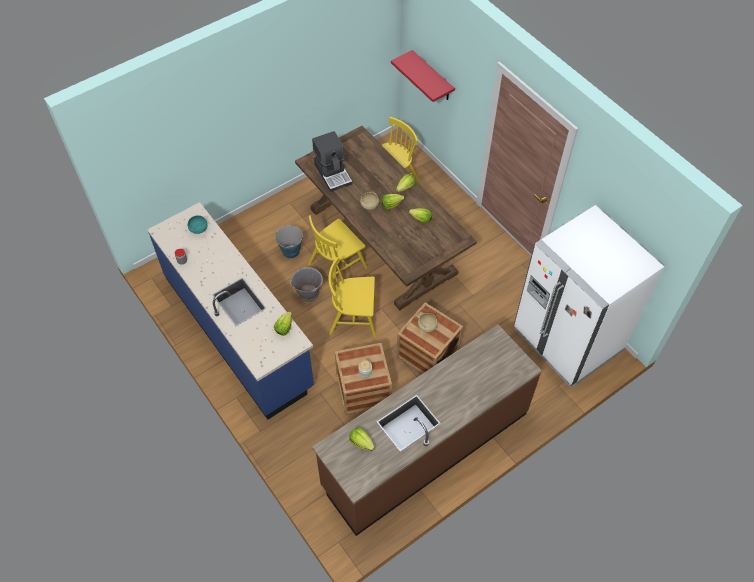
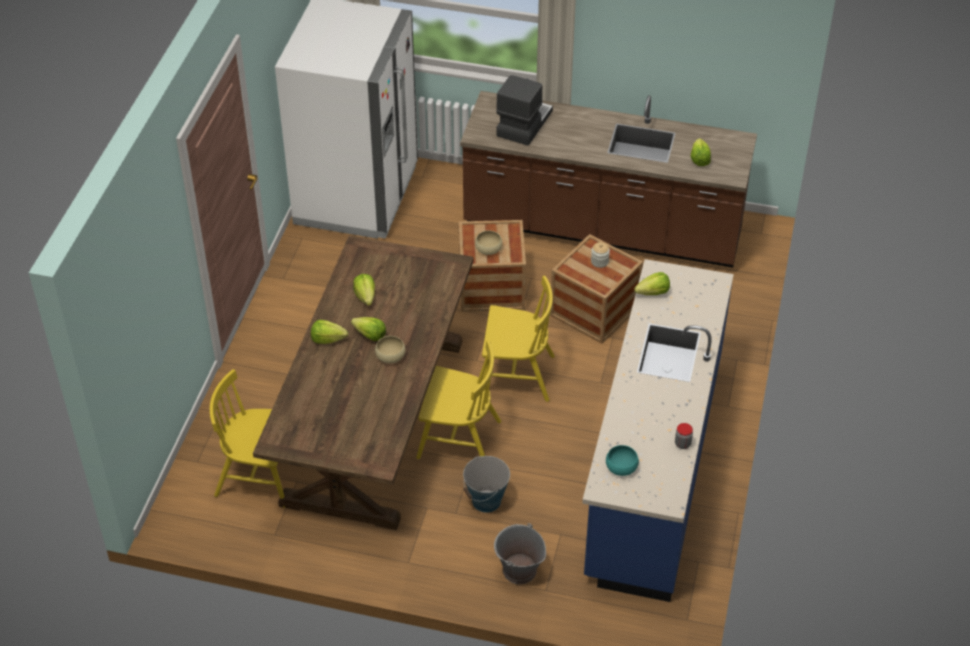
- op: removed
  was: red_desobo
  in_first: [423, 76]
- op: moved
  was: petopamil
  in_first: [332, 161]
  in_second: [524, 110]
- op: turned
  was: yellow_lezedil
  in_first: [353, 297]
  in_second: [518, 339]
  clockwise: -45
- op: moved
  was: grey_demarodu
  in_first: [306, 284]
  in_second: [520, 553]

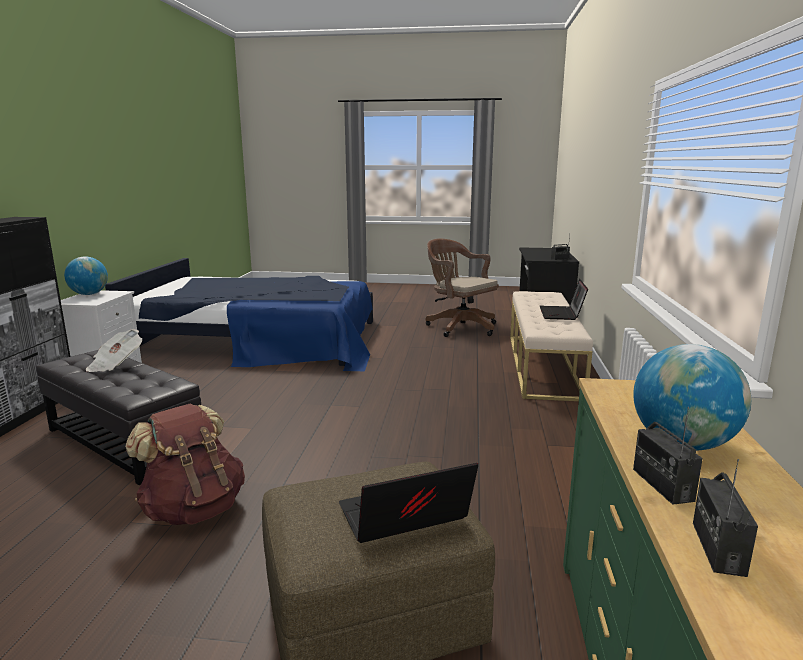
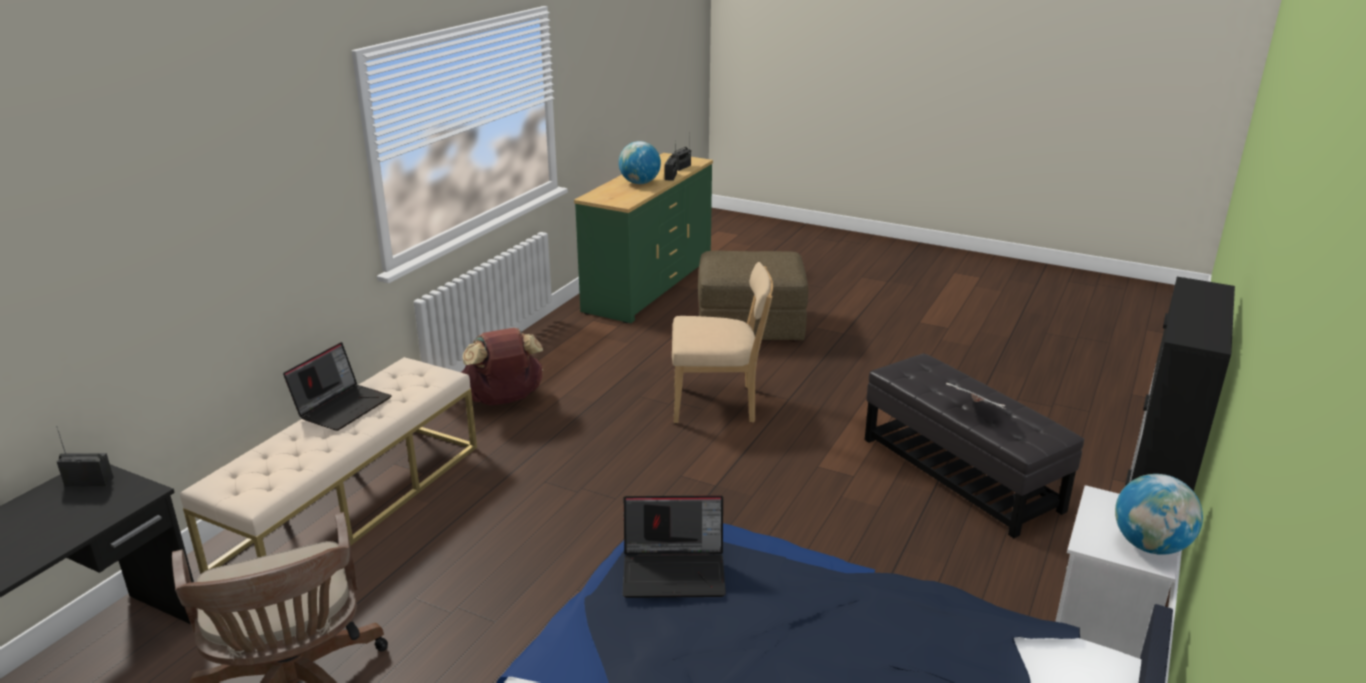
- op: moved
  was: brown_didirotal
  in_first: [185, 464]
  in_second: [502, 366]
- op: moved
  was: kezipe
  in_first: [408, 503]
  in_second: [674, 546]
- op: added
  now: beige_lezedil
  in_second: [722, 342]

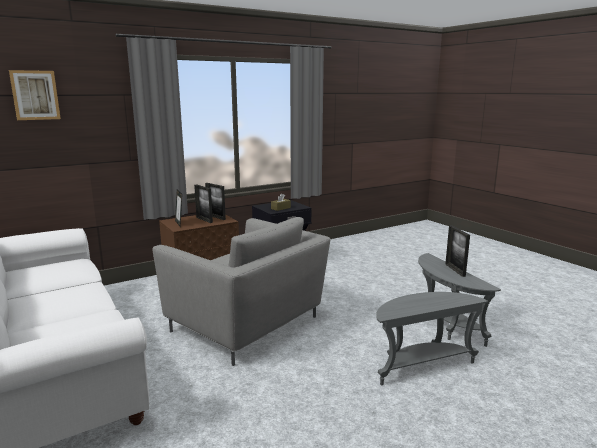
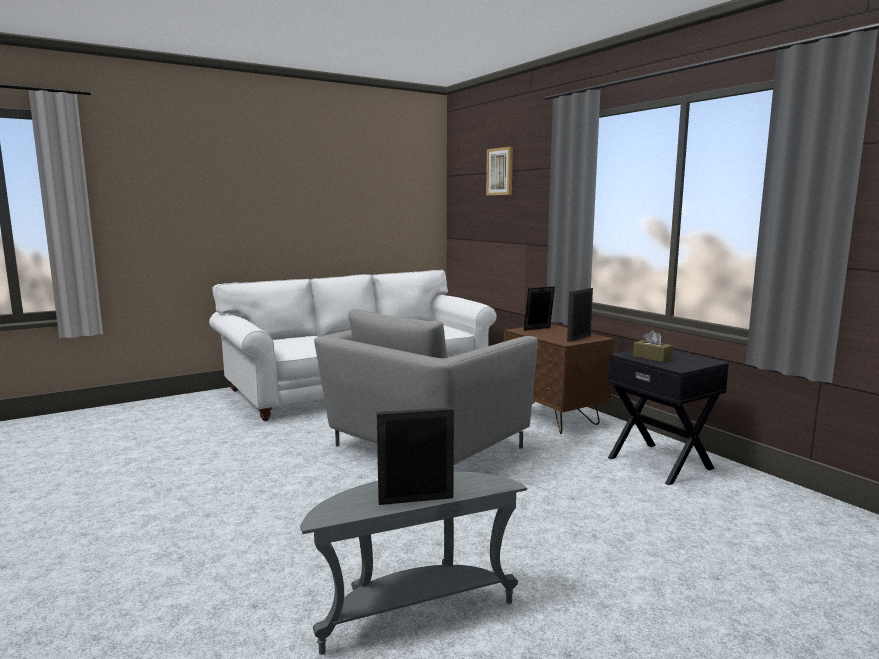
- op: removed
  was: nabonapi
  in_first: [203, 203]
- op: removed
  was: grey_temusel
  in_first: [432, 338]

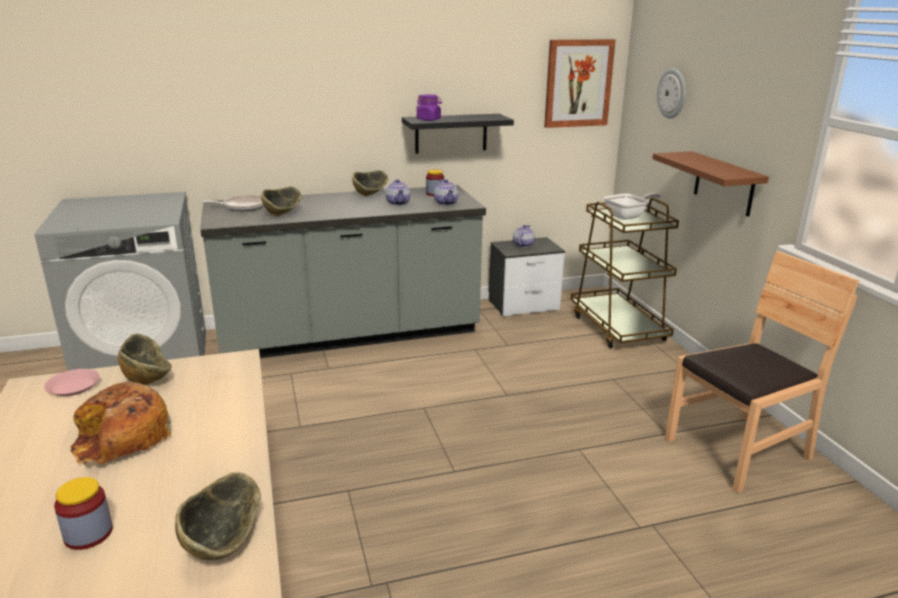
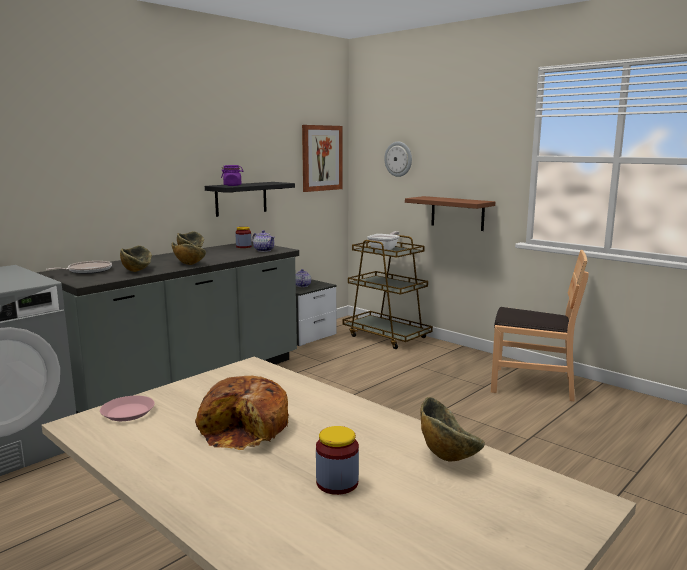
- op: removed
  was: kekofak
  in_first: [397, 192]
- op: turned
  was: brown_lezedil
  in_first: [762, 372]
  in_second: [540, 325]
  clockwise: 75
- op: moved
  was: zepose
  in_first: [145, 359]
  in_second: [188, 253]

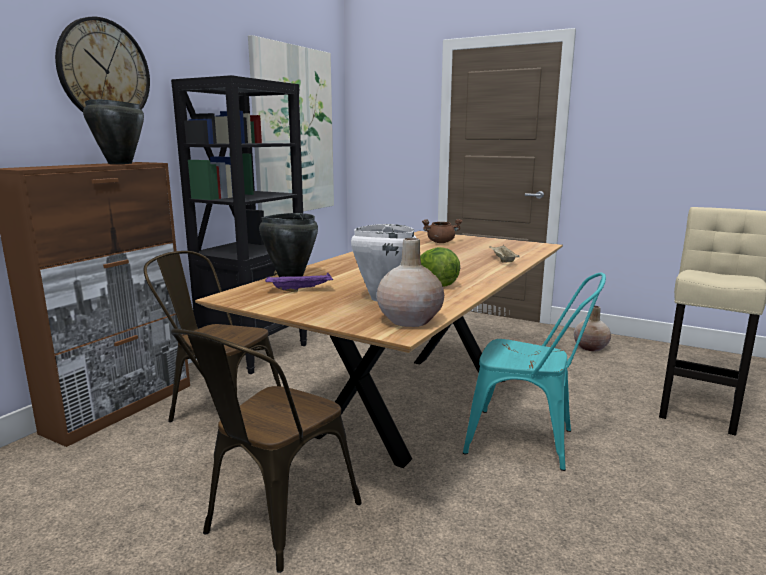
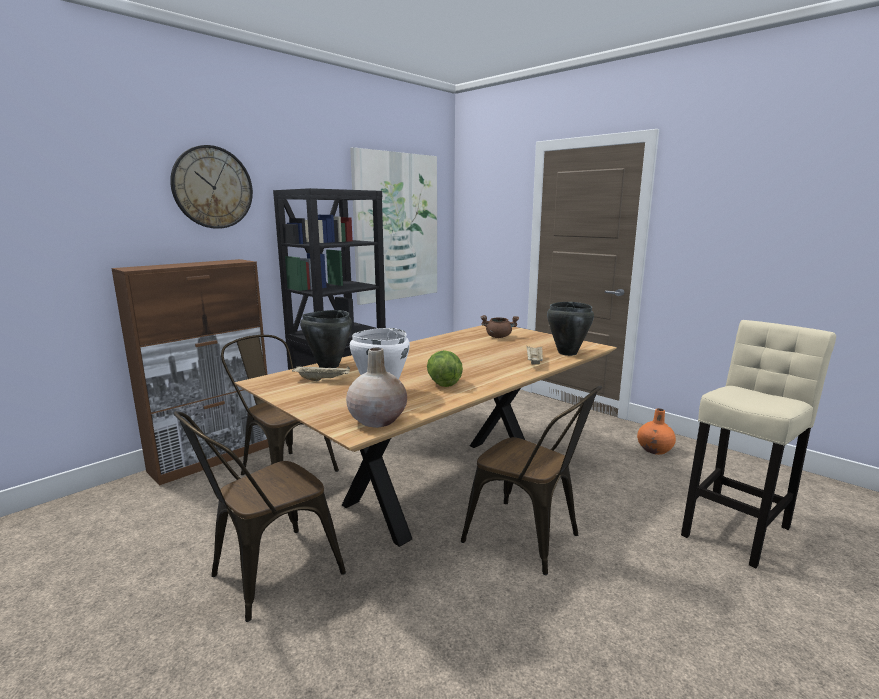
- op: moved
  was: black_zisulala
  in_first: [113, 131]
  in_second: [570, 329]
- op: recoloured
  was: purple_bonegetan
  now: beige_bonegetan
  in_first: [299, 282]
  in_second: [321, 373]
- op: recoloured
  was: turquoise_lezedil
  now: brown_lezedil
  in_first: [534, 372]
  in_second: [531, 480]
- op: recoloured
  was: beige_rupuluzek
  now: orange_rupuluzek
  in_first: [592, 328]
  in_second: [656, 431]

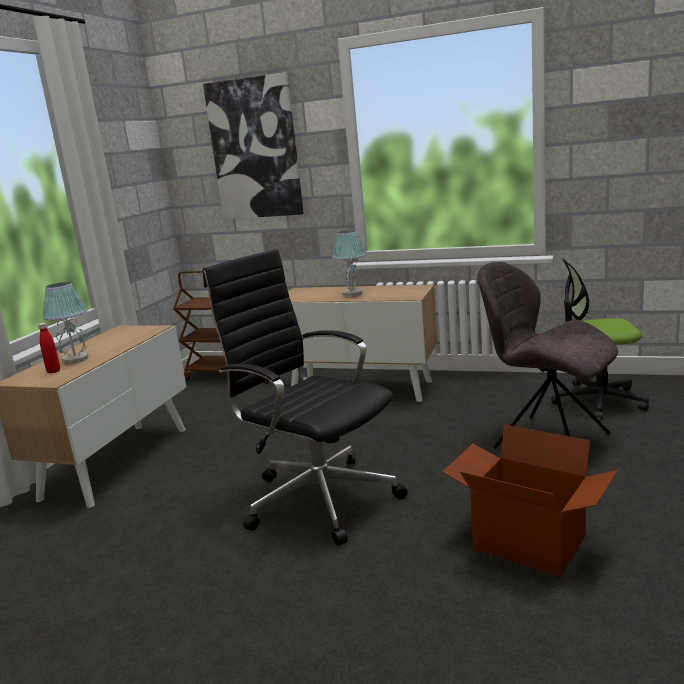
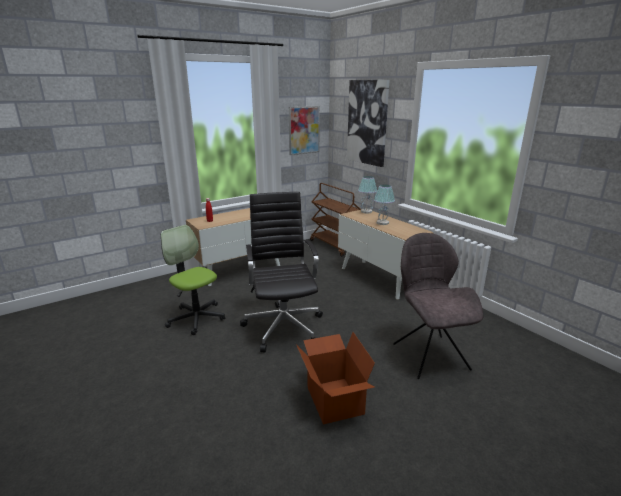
- op: moved
  was: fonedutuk
  in_first: [600, 339]
  in_second: [193, 280]
- op: moved
  was: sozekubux
  in_first: [65, 323]
  in_second: [367, 195]
- op: added
  now: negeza
  in_second: [304, 130]

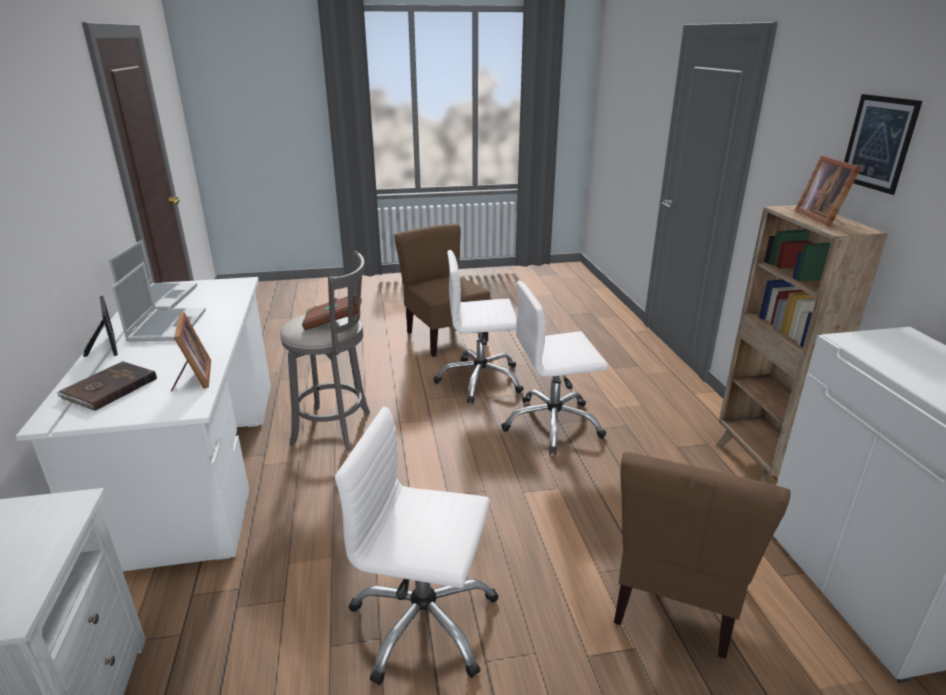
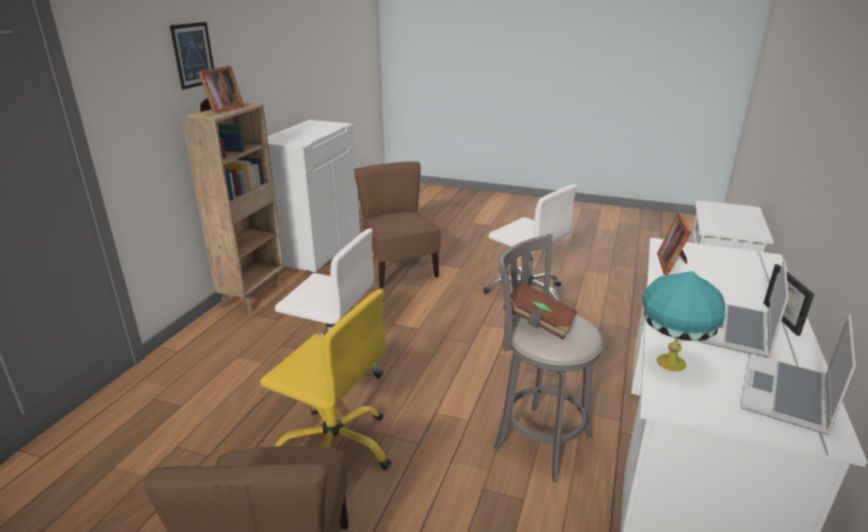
- op: recoloured
  was: white_fonedutuk
  now: yellow_fonedutuk
  in_first: [479, 327]
  in_second: [325, 379]
- op: removed
  was: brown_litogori
  in_first: [107, 386]
- op: turned
  was: brown_lezedil
  in_first: [702, 555]
  in_second: [397, 224]
  clockwise: -75
- op: added
  now: turquoise_sozekubux
  in_second: [683, 321]

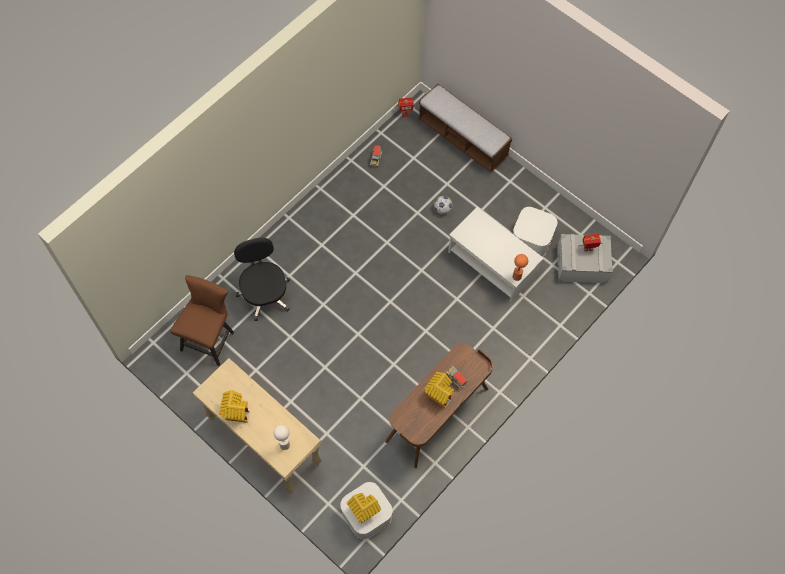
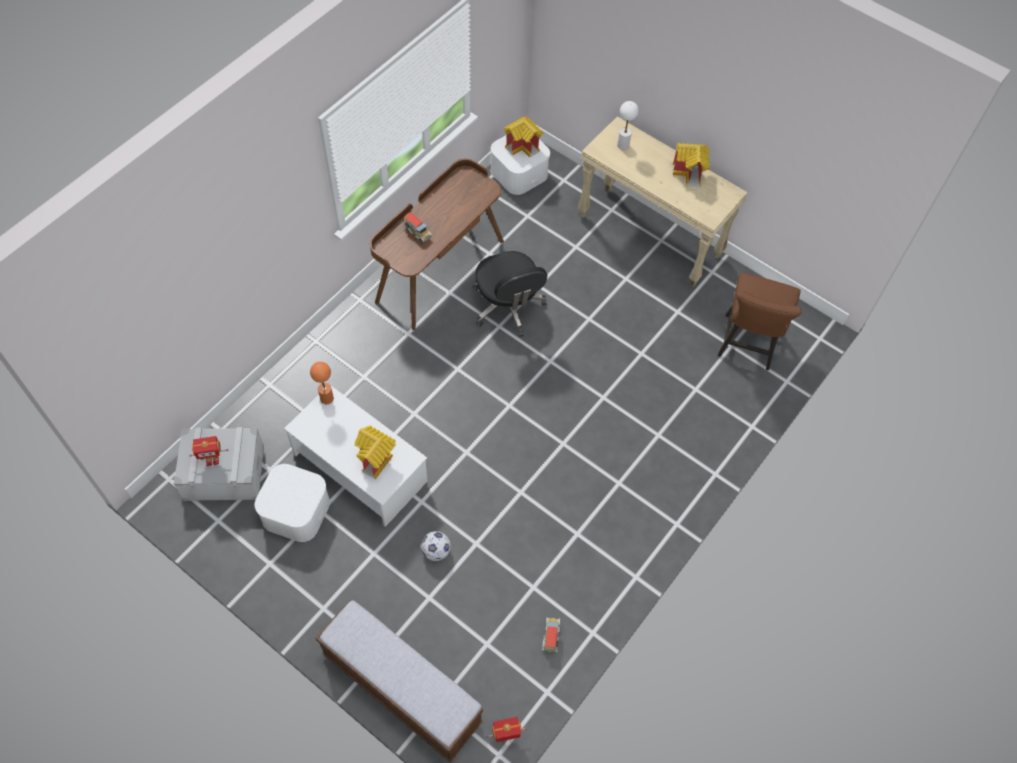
- op: moved
  was: black_fonedutuk
  in_first: [262, 279]
  in_second: [510, 294]
- op: moved
  was: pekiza
  in_first: [439, 390]
  in_second: [375, 452]

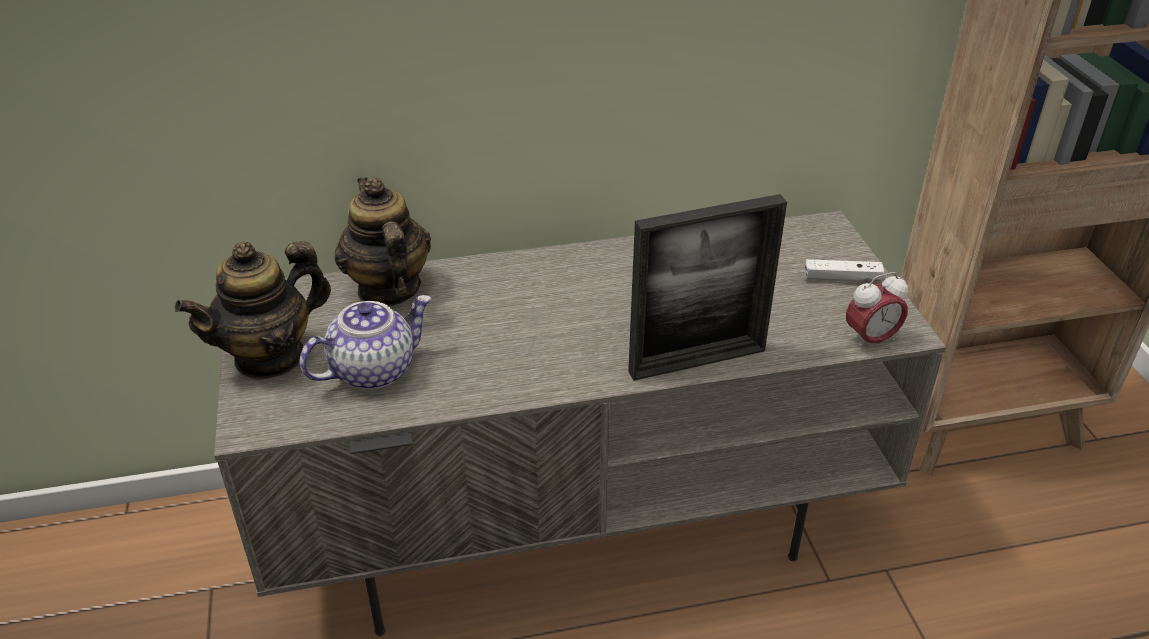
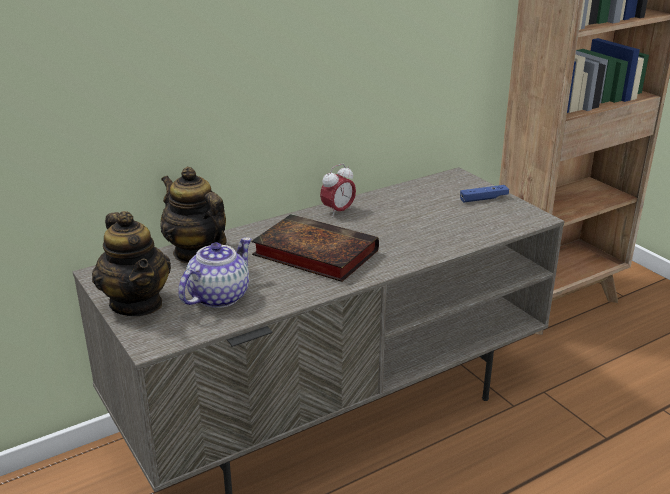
- op: removed
  was: nabonapi
  in_first: [707, 287]
- op: turned
  was: kekofak
  in_first: [252, 310]
  in_second: [131, 263]
  clockwise: -60
- op: recoloured
  was: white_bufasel
  now: blue_bufasel
  in_first: [844, 270]
  in_second: [484, 193]
- op: moved
  was: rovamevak
  in_first: [877, 311]
  in_second: [338, 190]
- op: added
  now: litogori
  in_second: [315, 248]

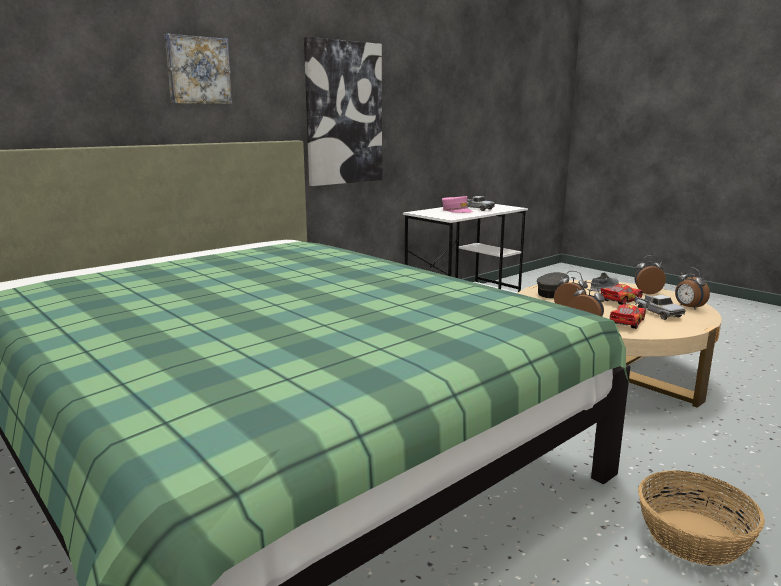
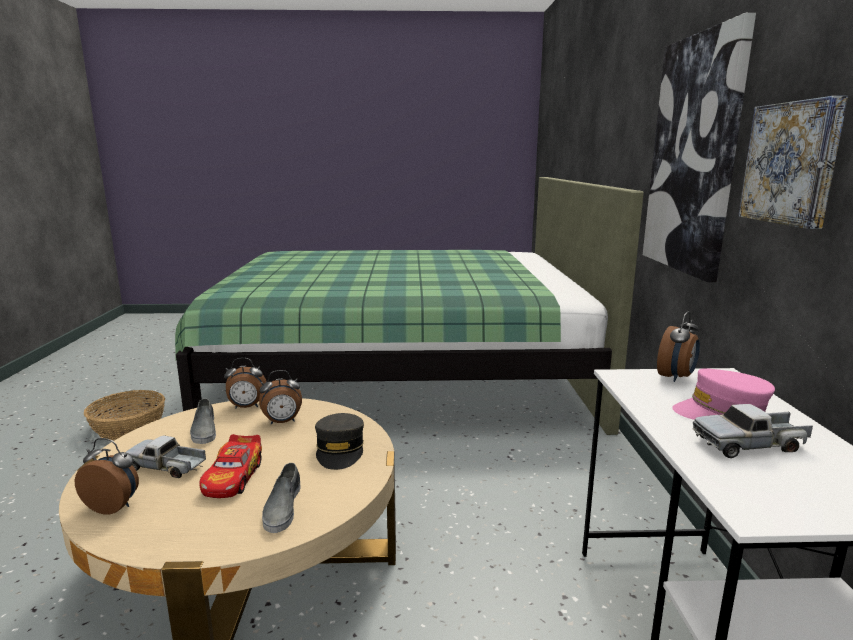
- op: moved
  was: negeza
  in_first: [198, 69]
  in_second: [793, 162]
- op: moved
  was: rovamevak
  in_first: [650, 274]
  in_second: [678, 346]
- op: replaced
  was: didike
  now: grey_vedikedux
  in_first: [628, 316]
  in_second: [203, 421]

